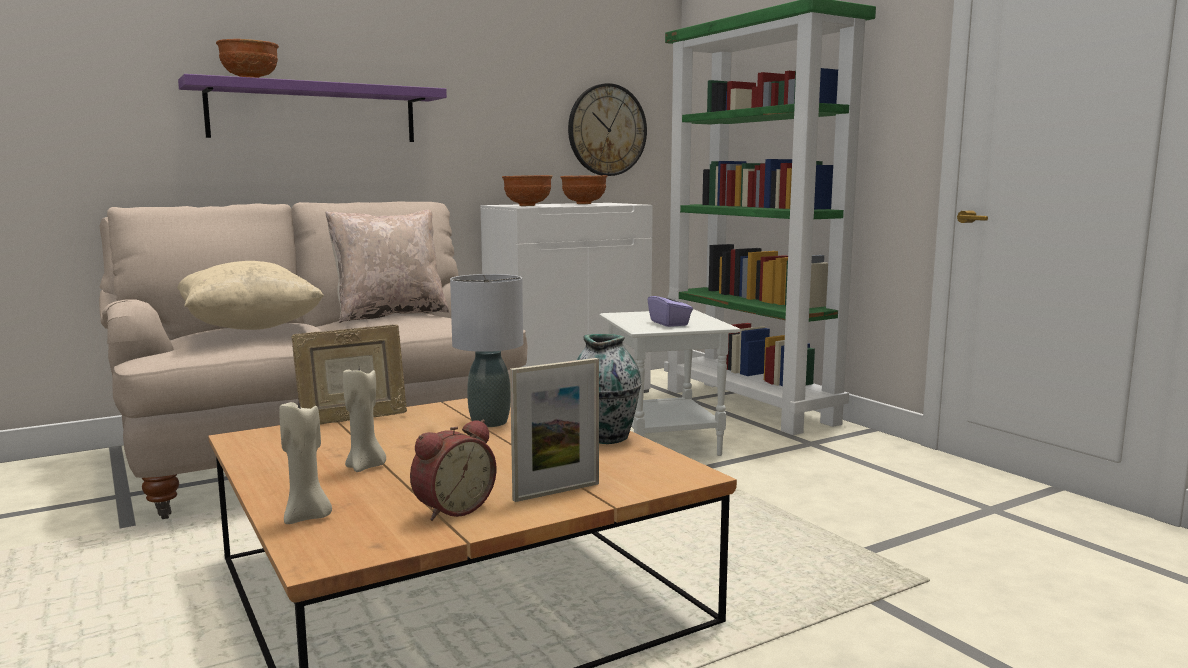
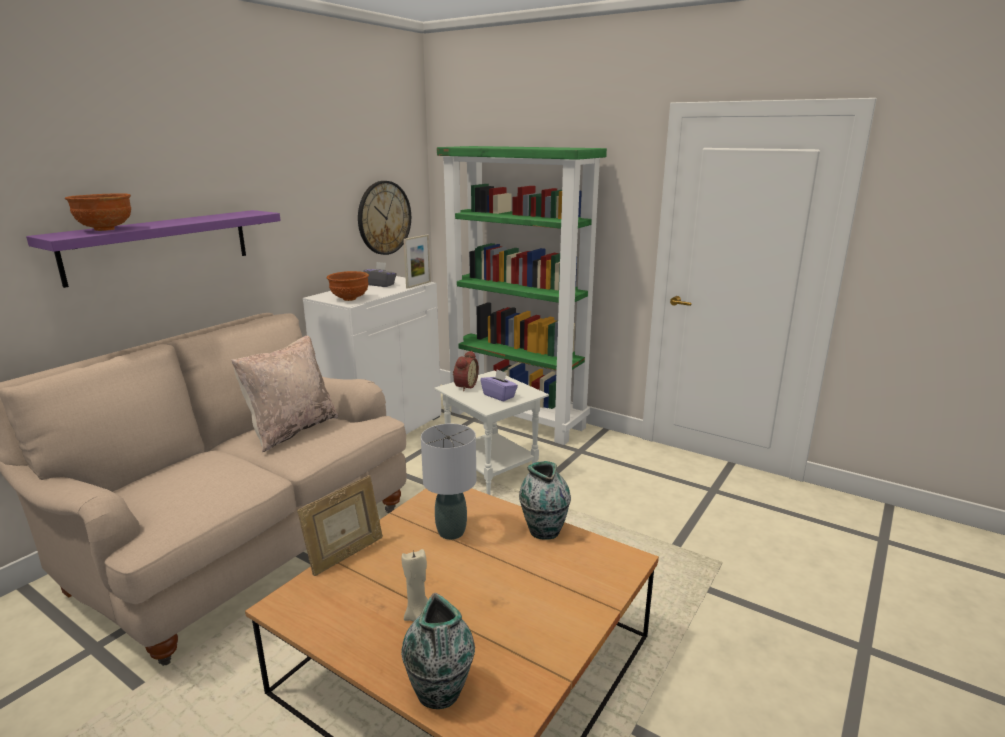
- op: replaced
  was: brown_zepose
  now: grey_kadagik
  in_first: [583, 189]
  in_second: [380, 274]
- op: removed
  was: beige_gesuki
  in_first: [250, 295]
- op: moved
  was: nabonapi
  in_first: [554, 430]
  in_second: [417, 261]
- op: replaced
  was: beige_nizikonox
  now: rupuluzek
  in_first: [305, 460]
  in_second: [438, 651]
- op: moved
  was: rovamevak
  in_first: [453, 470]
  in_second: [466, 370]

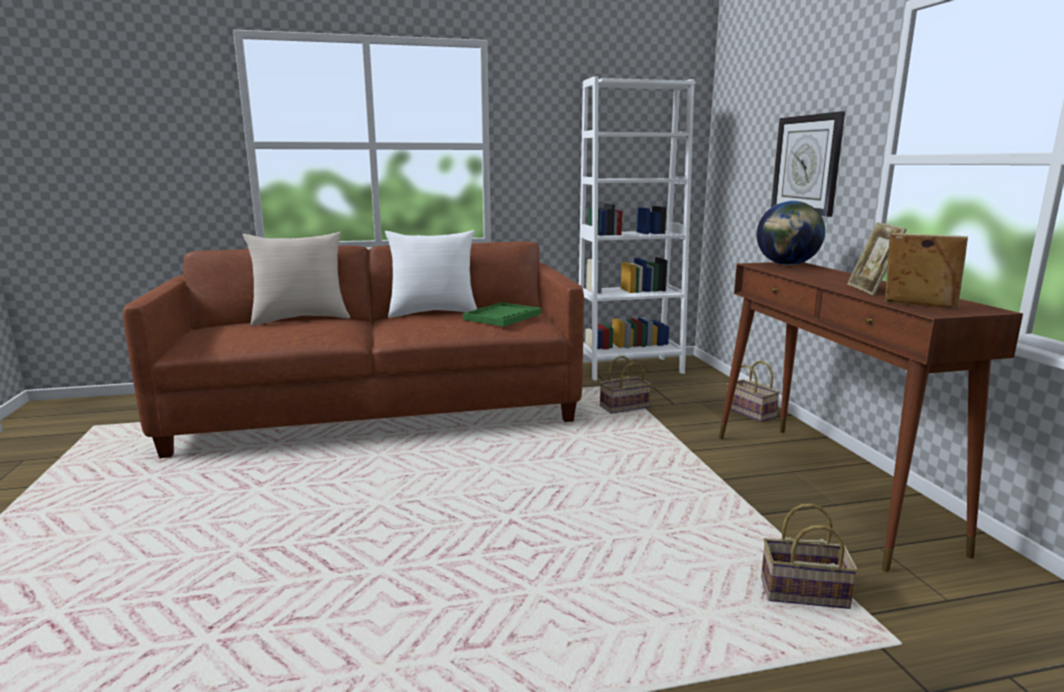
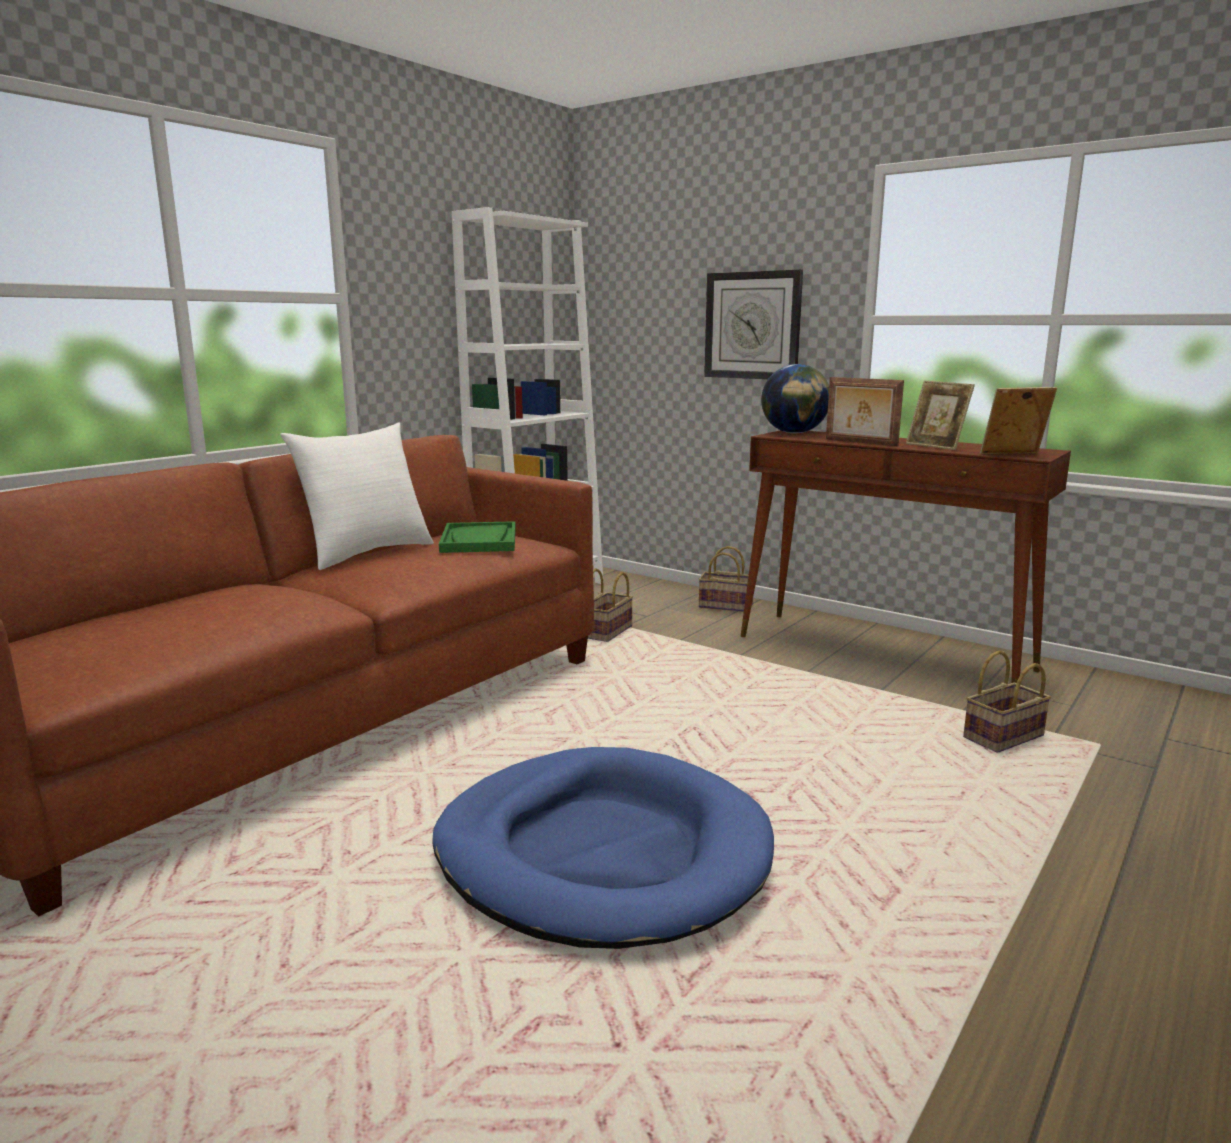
- op: removed
  was: beige_gesuki
  in_first: [296, 278]
- op: added
  now: nabonapi
  in_second: [865, 412]
- op: added
  now: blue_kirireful
  in_second: [603, 848]

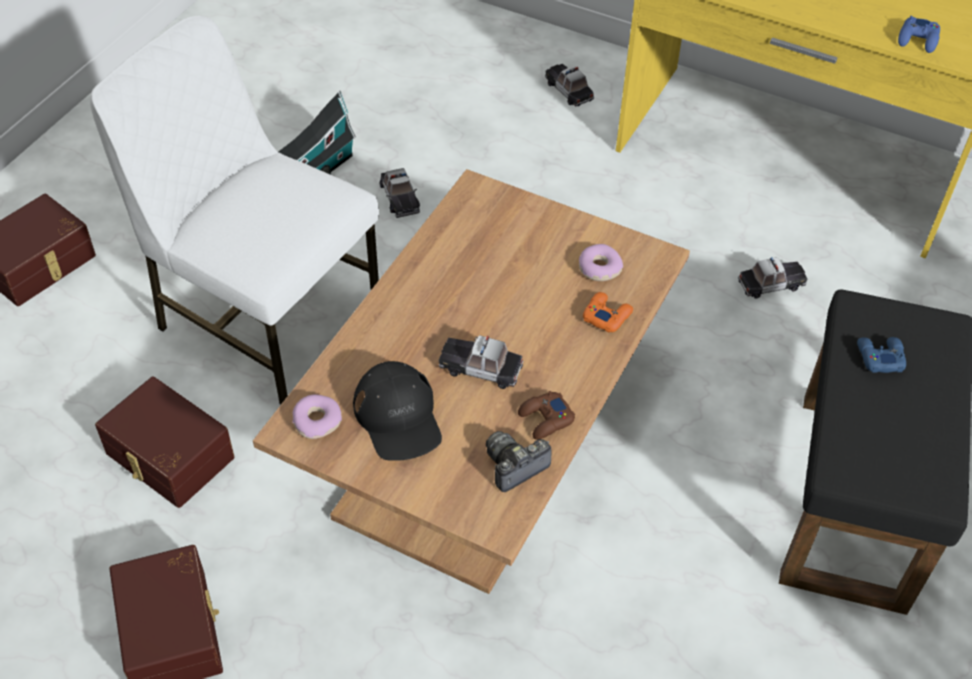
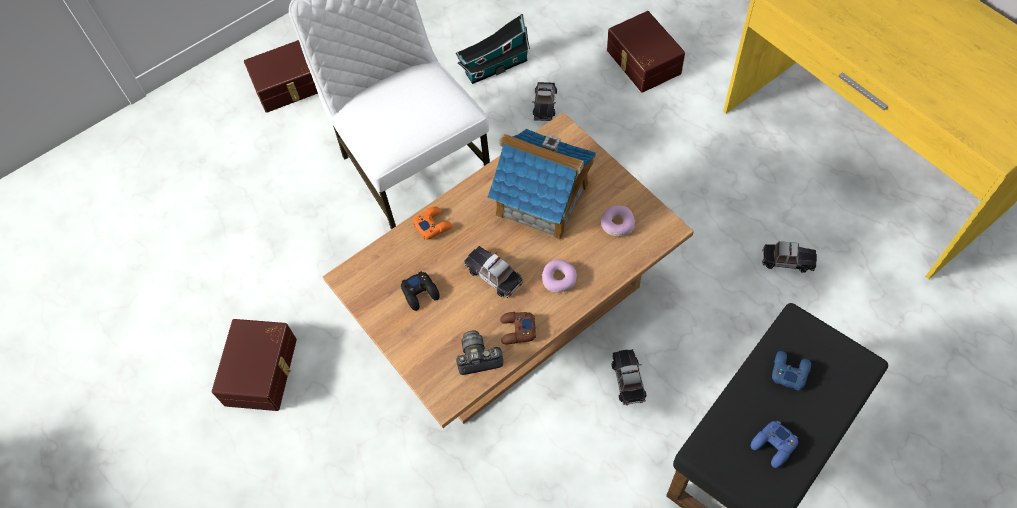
- op: moved
  was: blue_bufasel
  in_first: [919, 34]
  in_second: [774, 444]
- op: moved
  was: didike
  in_first: [569, 85]
  in_second: [628, 377]
- op: moved
  was: orange_bufasel
  in_first: [608, 312]
  in_second: [433, 223]
- op: replaced
  was: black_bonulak
  now: black_bufasel
  in_first: [397, 411]
  in_second: [420, 291]
- op: moved
  was: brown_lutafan
  in_first: [164, 442]
  in_second: [646, 52]
- op: moved
  was: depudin
  in_first: [317, 417]
  in_second: [559, 276]
- op: added
  now: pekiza
  in_second: [542, 184]

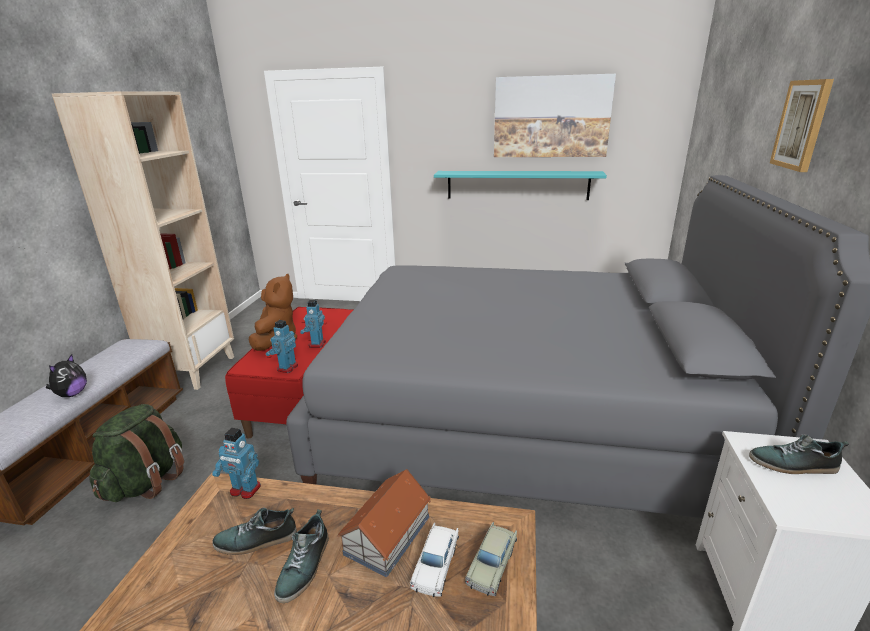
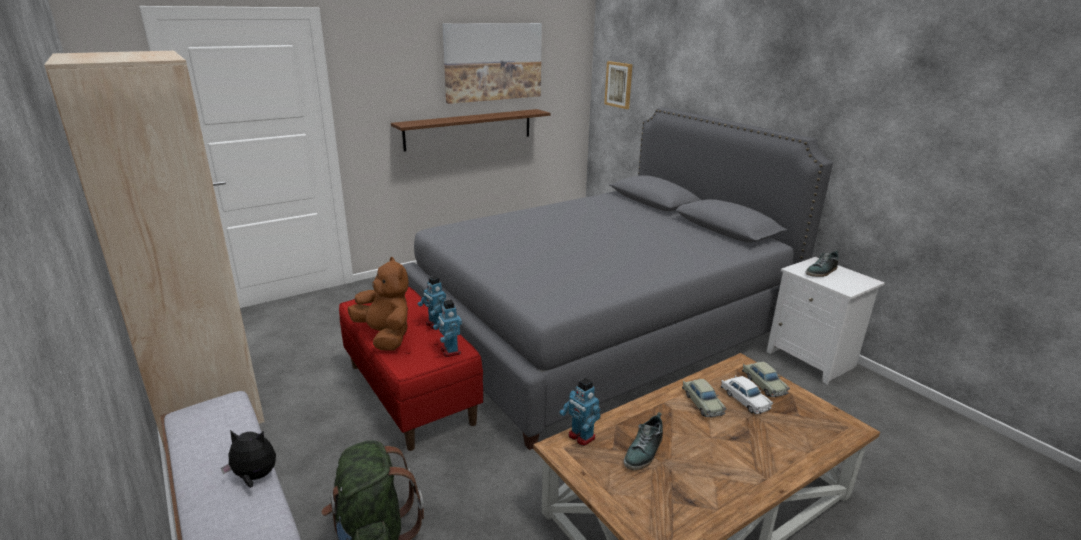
- op: moved
  was: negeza
  in_first: [802, 125]
  in_second: [618, 85]
- op: recoloured
  was: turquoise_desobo
  now: brown_desobo
  in_first: [520, 185]
  in_second: [471, 130]
- op: turned
  was: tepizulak
  in_first: [66, 375]
  in_second: [248, 459]
  clockwise: -60
- op: turned
  was: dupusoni
  in_first: [236, 463]
  in_second: [580, 412]
  clockwise: 75
- op: replaced
  was: pekiza
  now: beige_didike
  in_first: [384, 523]
  in_second: [704, 398]
- op: removed
  was: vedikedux
  in_first: [301, 556]

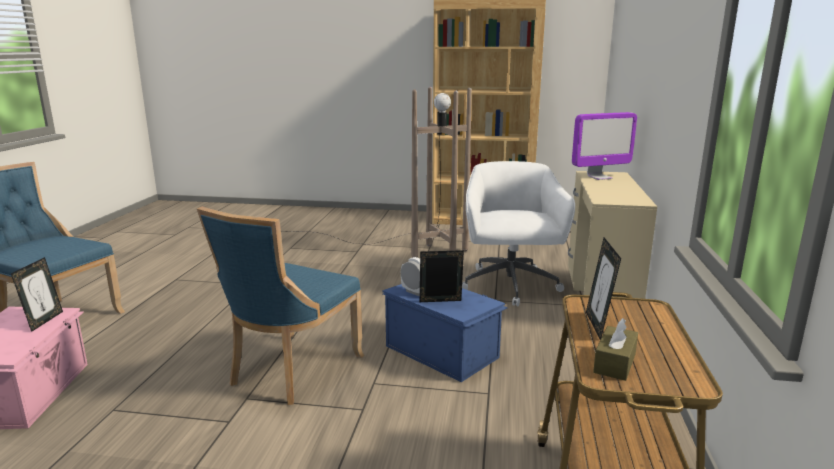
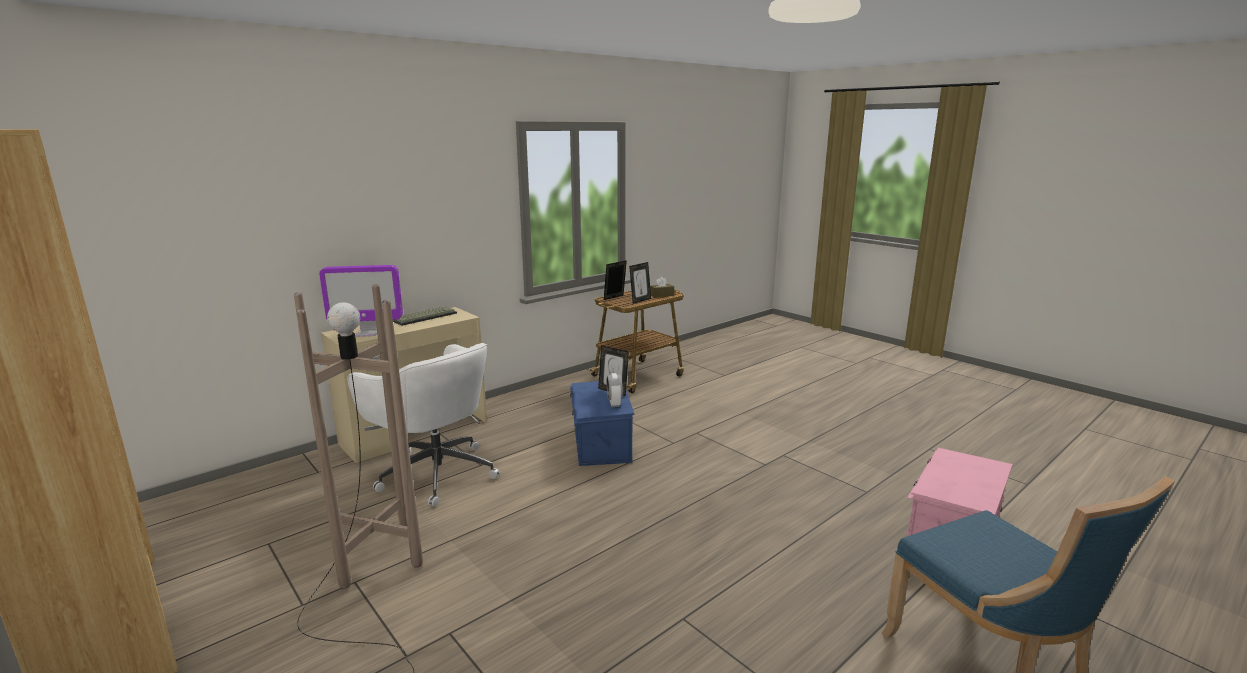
- op: turned
  was: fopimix
  in_first: [604, 146]
  in_second: [361, 301]
  clockwise: 150
- op: turned
  was: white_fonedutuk
  in_first: [518, 233]
  in_second: [424, 425]
  clockwise: -90
- op: removed
  was: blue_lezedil
  in_first: [280, 305]
- op: moved
  was: nabonapi
  in_first: [37, 294]
  in_second: [615, 280]
- op: added
  now: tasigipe
  in_second: [425, 316]

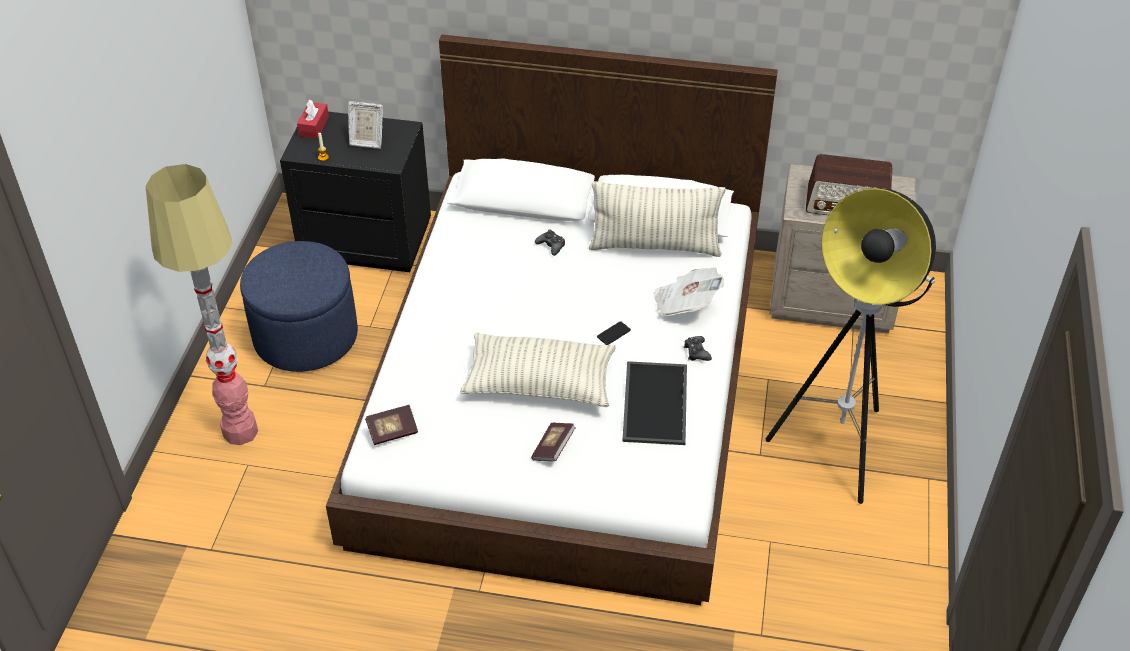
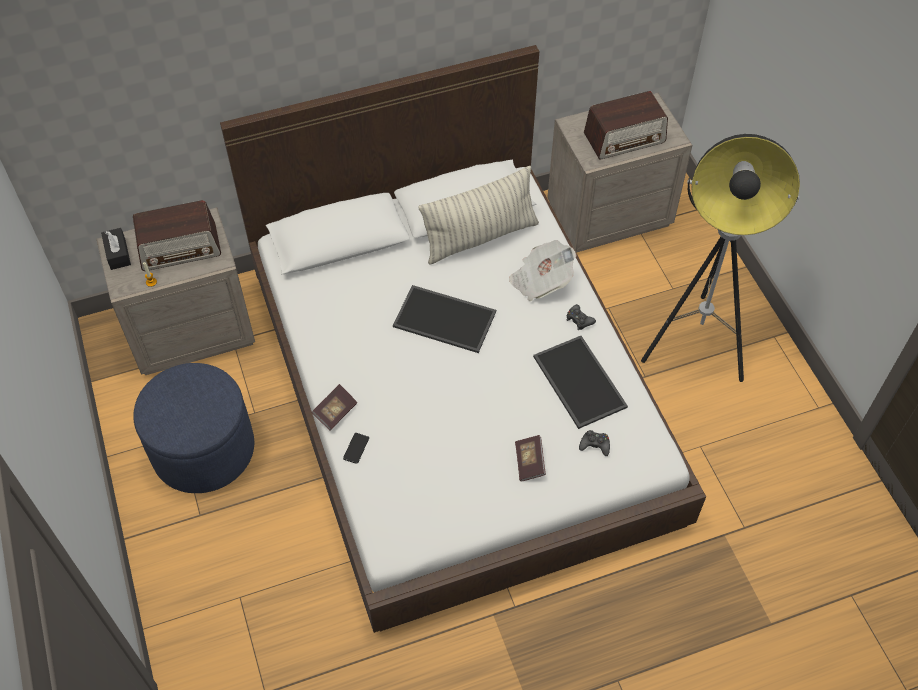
- op: recoloured
  was: red_kadagik
  now: black_kadagik
  in_first: [313, 119]
  in_second: [116, 249]
- op: replaced
  was: nabonapi
  now: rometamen
  in_first: [365, 125]
  in_second: [177, 235]
- op: recoloured
  was: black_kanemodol
  now: beige_kanemodol
  in_first: [355, 192]
  in_second: [175, 291]
- op: removed
  was: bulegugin
  in_first: [202, 304]
- op: moved
  was: black_bufasel
  in_first: [550, 242]
  in_second: [594, 443]
- op: moved
  was: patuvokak
  in_first: [614, 333]
  in_second: [356, 448]
- op: removed
  was: gesuki
  in_first: [538, 369]
- op: moved
  was: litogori
  in_first: [391, 425]
  in_second: [334, 407]
- op: added
  now: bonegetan
  in_second: [444, 319]

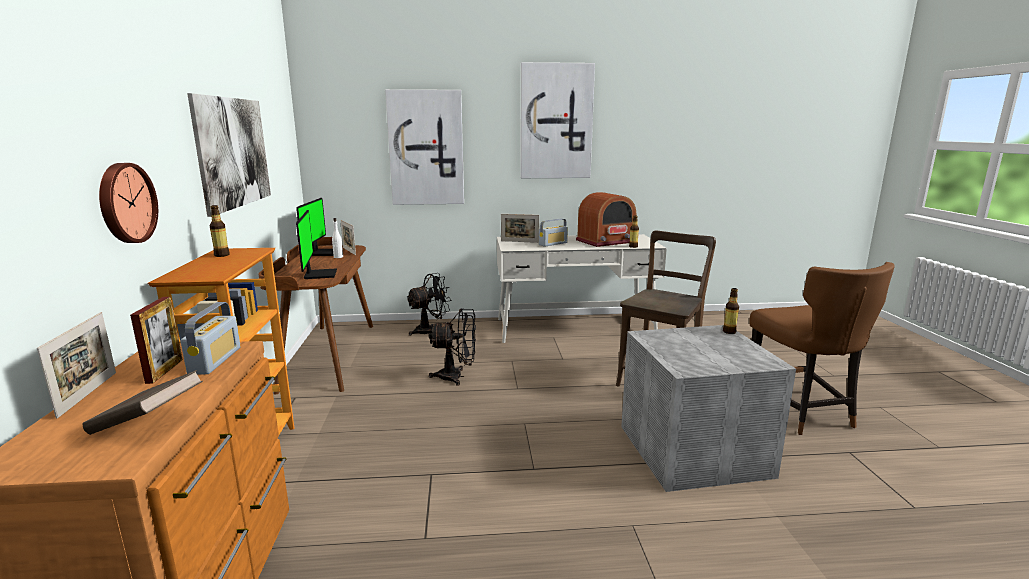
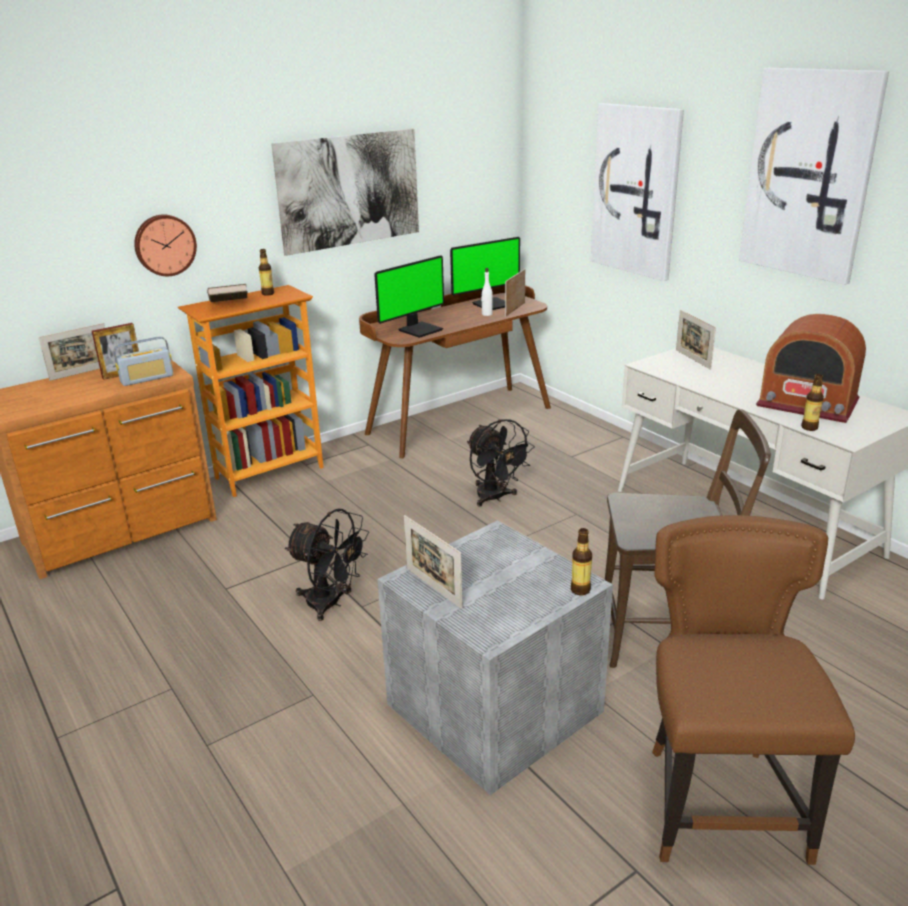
- op: removed
  was: rometamen
  in_first: [553, 232]
- op: turned
  was: brown_lezedil
  in_first: [822, 348]
  in_second: [753, 690]
  clockwise: 135
- op: moved
  was: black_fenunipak
  in_first: [429, 304]
  in_second: [327, 565]
- op: moved
  was: brown_litogori
  in_first: [143, 402]
  in_second: [227, 293]
- op: added
  now: nabonapi
  in_second: [433, 562]

